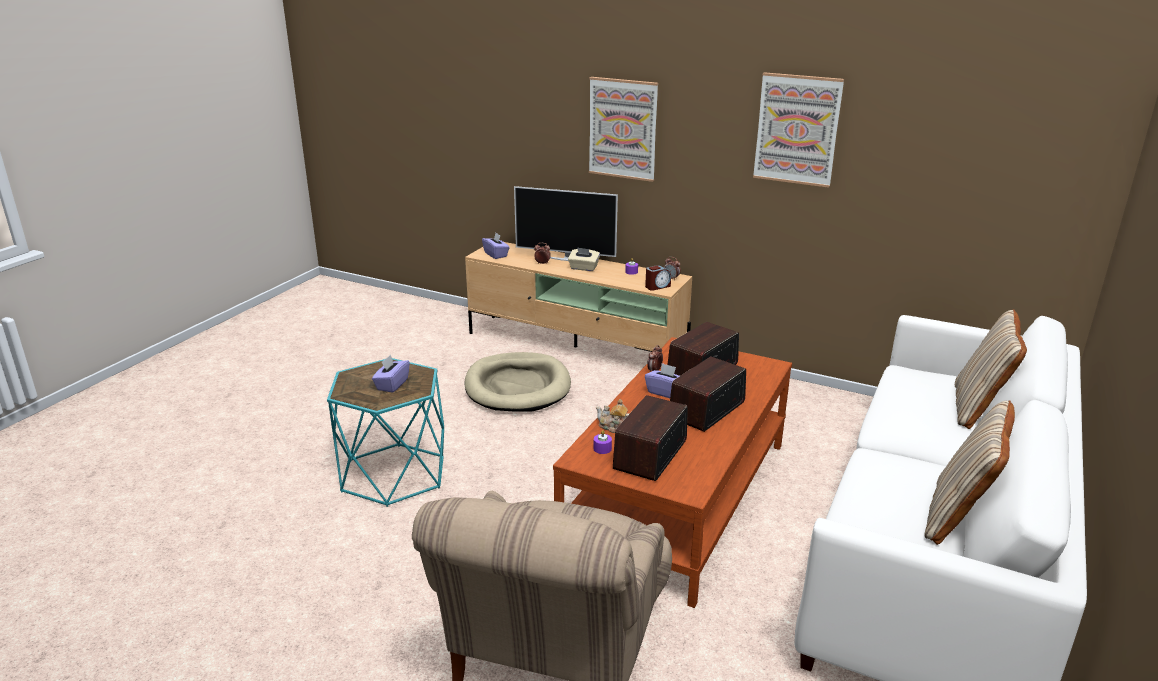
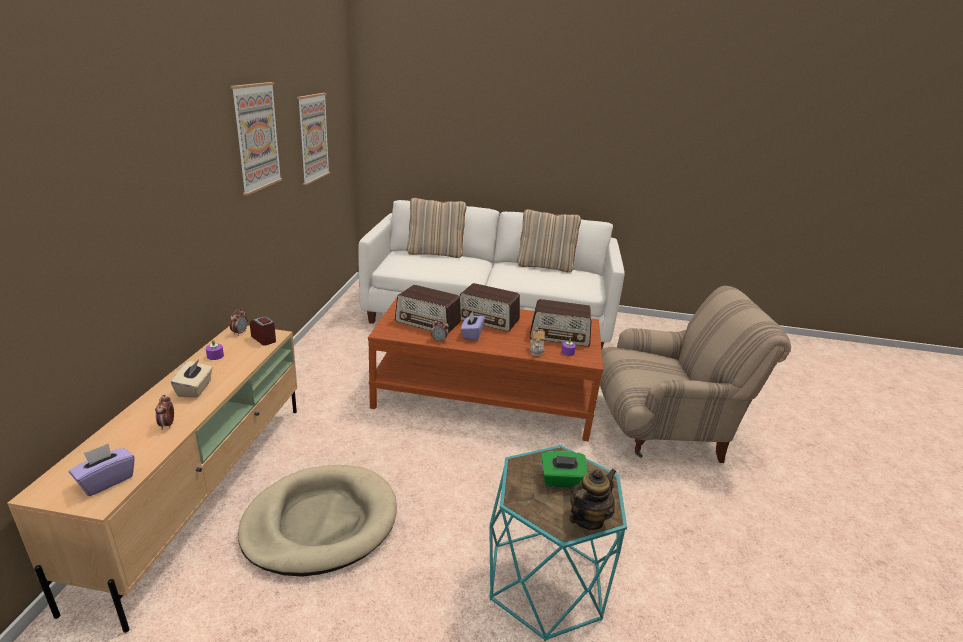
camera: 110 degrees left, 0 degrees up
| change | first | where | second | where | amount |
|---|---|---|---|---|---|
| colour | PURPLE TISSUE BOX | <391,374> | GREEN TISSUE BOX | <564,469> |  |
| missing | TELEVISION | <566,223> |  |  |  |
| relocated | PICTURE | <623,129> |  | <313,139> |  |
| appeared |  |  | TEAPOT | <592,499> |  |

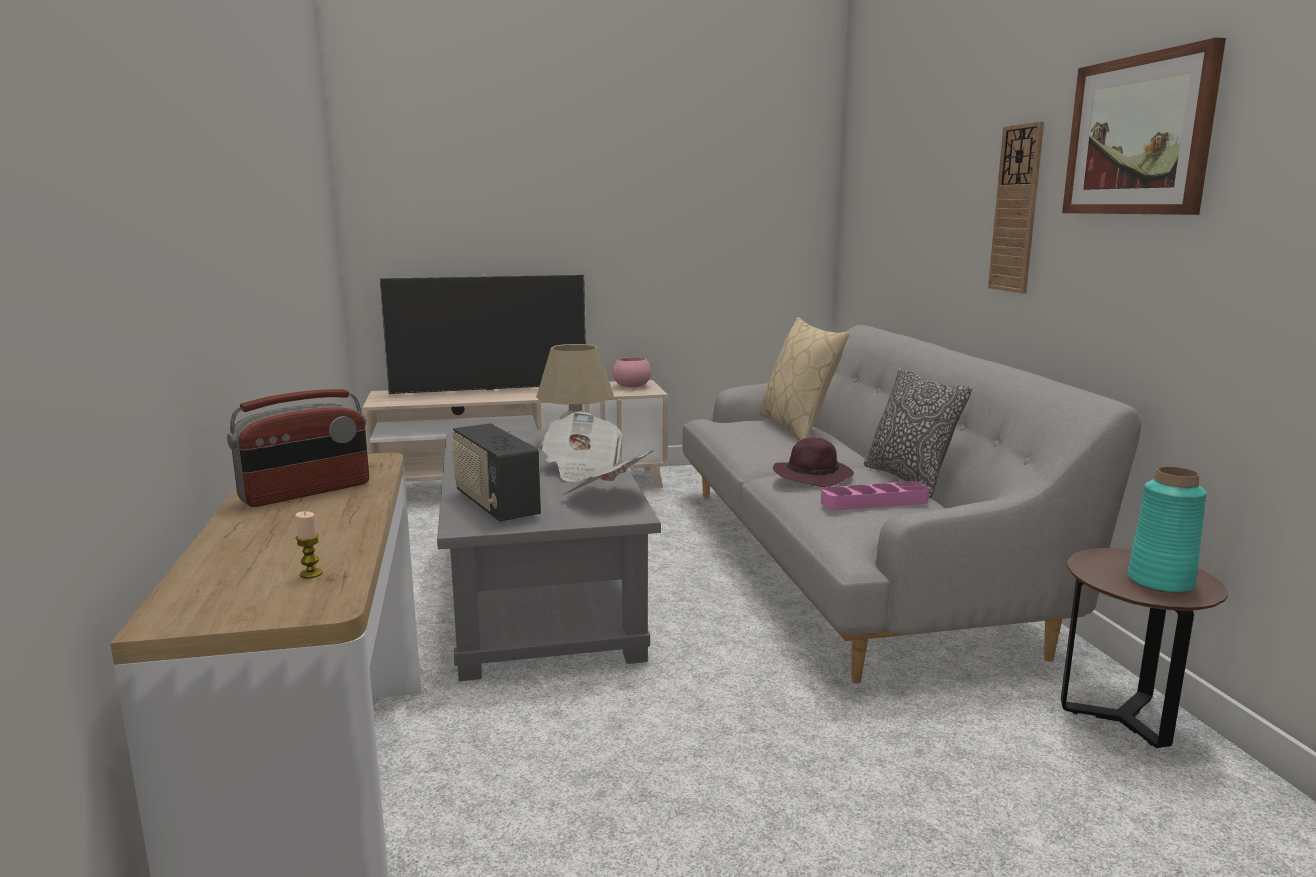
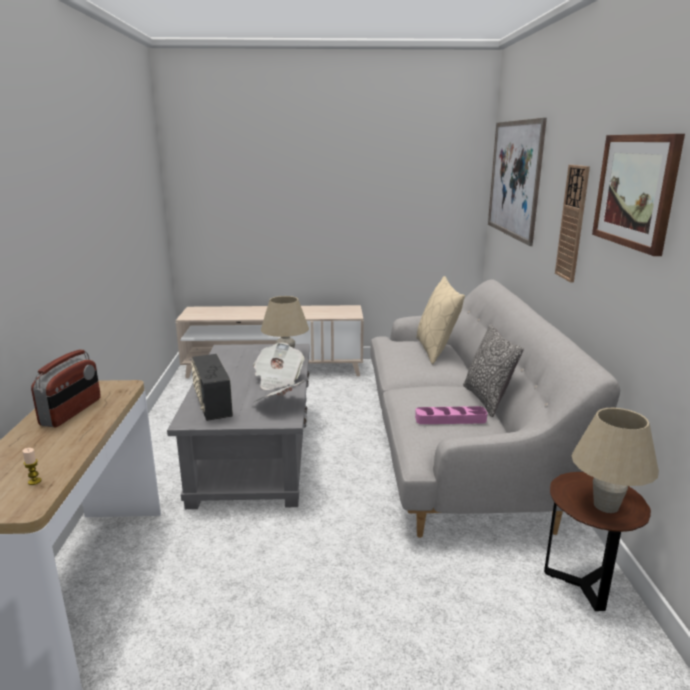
camera: 10 degrees right, 5 degrees up
| change | first | where | second | where | amount |
|---|---|---|---|---|---|
| spun | RADIO | <298,448> |  | <66,388> | 45 degrees counterclockwise |
| missing | TELEVISION | <483,334> |  |  |  |
| missing | PINK BOWL | <632,372> |  |  |  |
| missing | PURPLE HAT | <813,462> |  |  |  |
| exchanged | TURQUOISE VASE | <1167,530> | BEIGE TABLE LAMP | <615,460> |  |
| appeared |  |  | PICTURE | <517,182> |  |

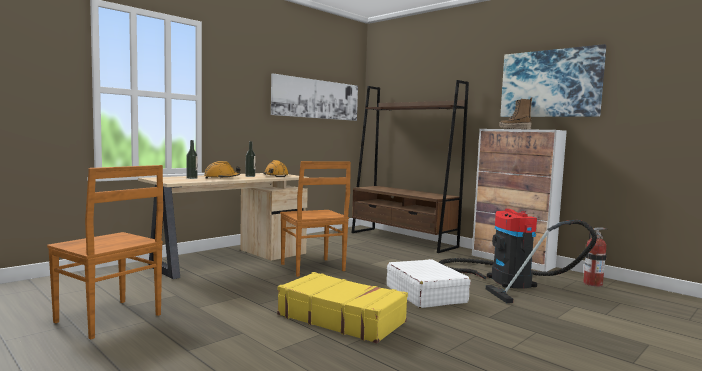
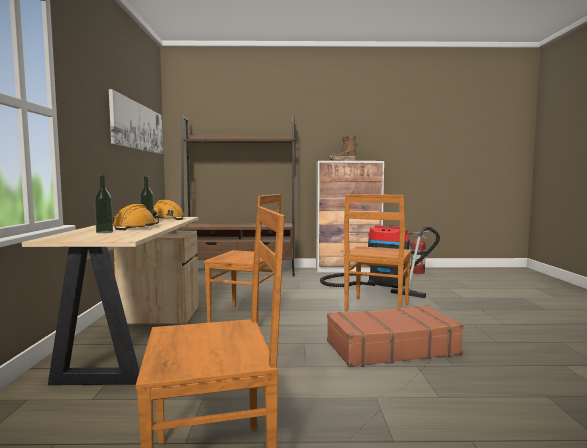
camera: 45 degrees left, 0 degrees up
| change | first | where | second | where | amount |
|---|---|---|---|---|---|
| colour | YELLOW SUITCASE | <342,308> | BROWN SUITCASE | <395,336> |  |
| exchanged | WHITE SUITCASE | <429,283> | BROWN CHAIR | <377,253> |  |
| missing | PICTURE | <553,80> |  |  |  |

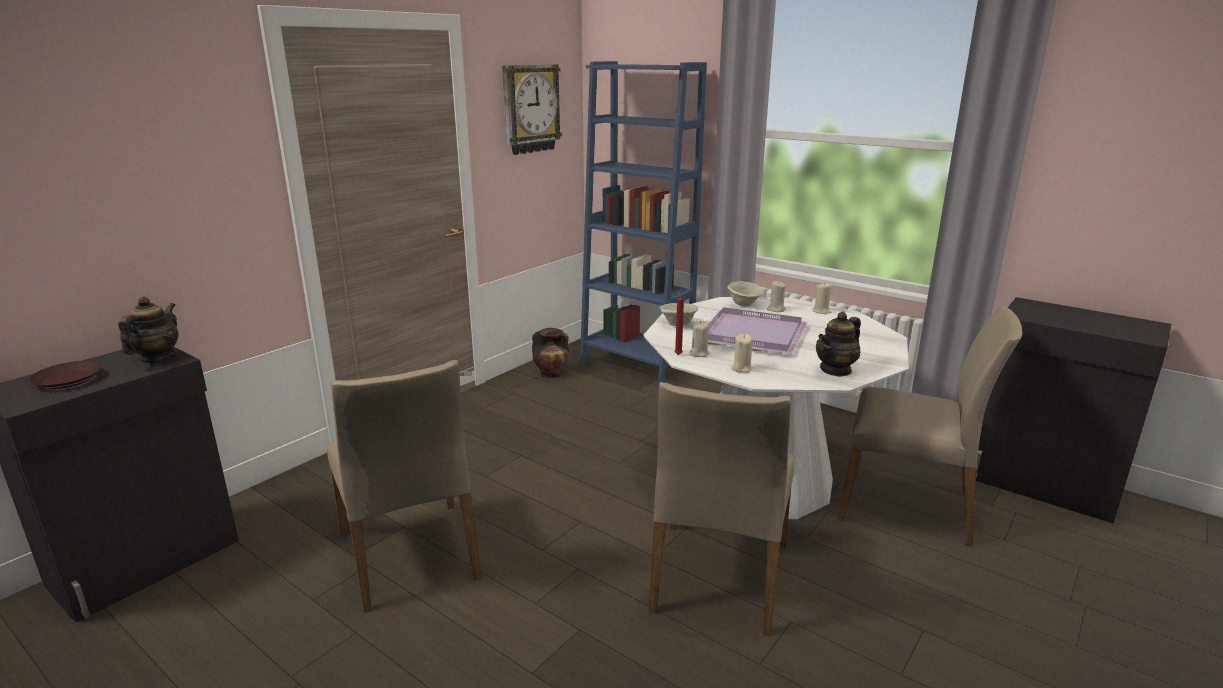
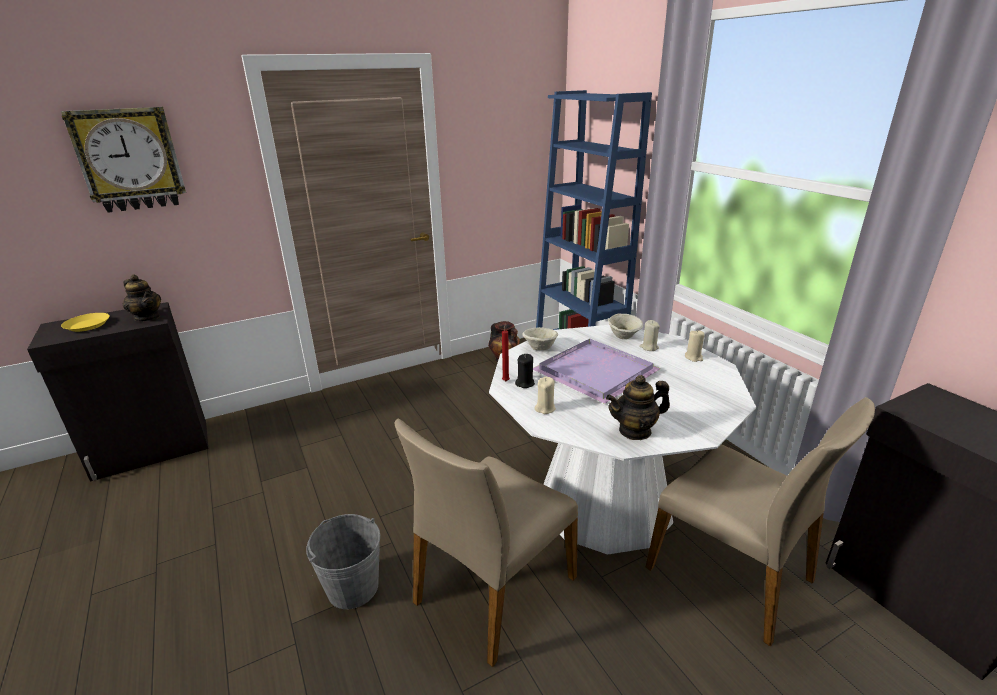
camera: 25 degrees right, 5 degrees up
| change | first | where | second | where | amount |
|---|---|---|---|---|---|
| colour | BROWN PLATE | <65,375> | YELLOW PLATE | <85,322> |  |
| spun | TEAPOT | <148,330> |  | <142,298> | 90 degrees clockwise |
| missing | BEIGE CHAIR | <404,486> |  |  |  |
| relocated | WALL CLOCK | <532,109> |  | <123,160> |  |
| colour | BEIGE CANDLE | <699,339> | BLACK CANDLE | <525,371> |  |
| appeared |  |  | GREY BUCKET | <343,561> |  |

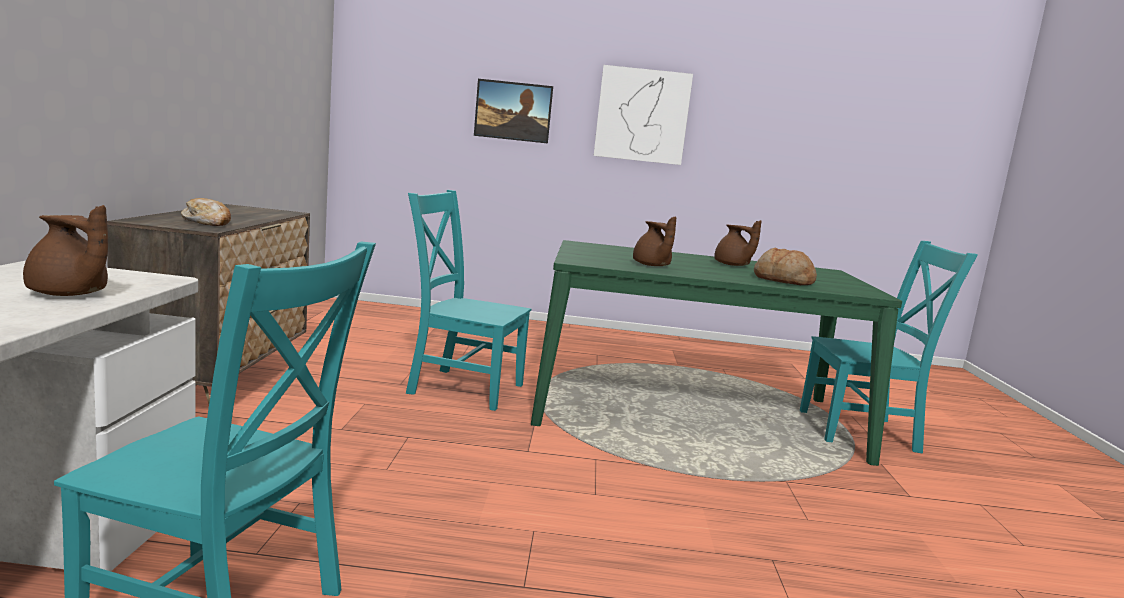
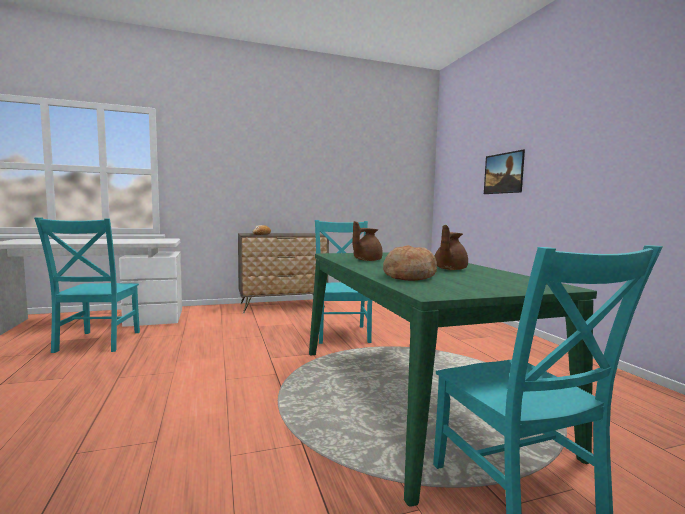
camera: 70 degrees right, 5 degrees down
| change | first | where | second | where | amount |
|---|---|---|---|---|---|
| missing | BROWN TEAPOT | <65,250> |  |  |  |
| missing | PICTURE | <643,115> |  |  |  |

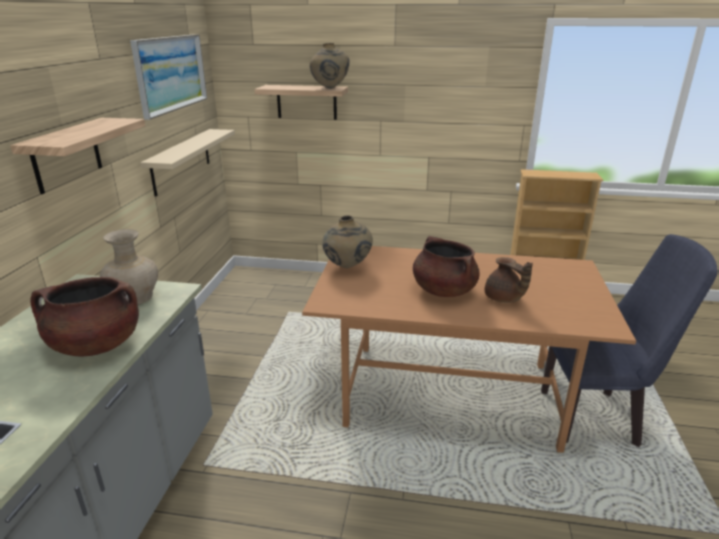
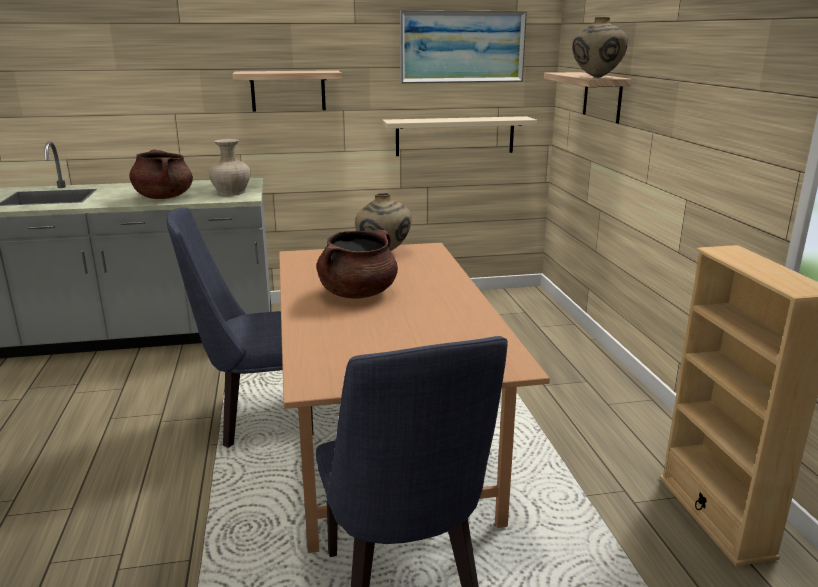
camera: 70 degrees right, 5 degrees down
| change | first | where | second | where | amount |
|---|---|---|---|---|---|
| missing | BROWN TEAPOT | <509,280> |  |  |  |
| appeared |  |  | BLUE CHAIR | <240,328> |  |

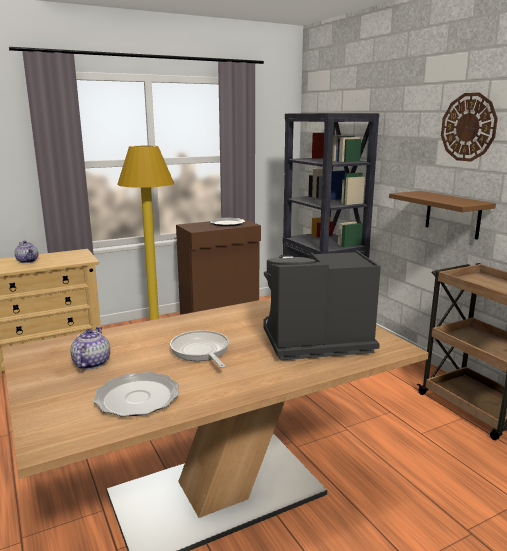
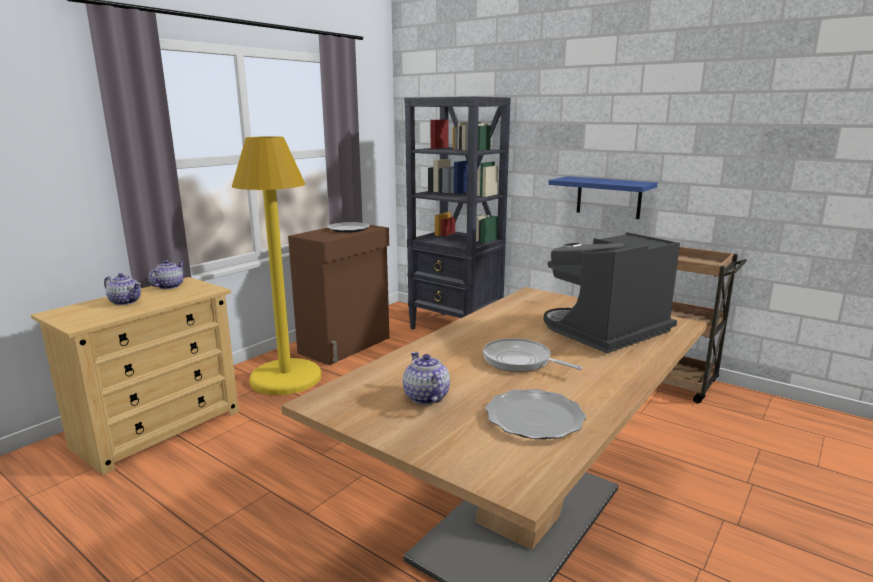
camera: 25 degrees left, 0 degrees up
| change | first | where | second | where | amount |
|---|---|---|---|---|---|
| colour | BROWN SHELF | <442,215> | BLUE SHELF | <603,197> |  |
| missing | WALL CLOCK | <469,127> |  |  |  |
| appeared |  |  | TEAPOT | <166,274> |  |

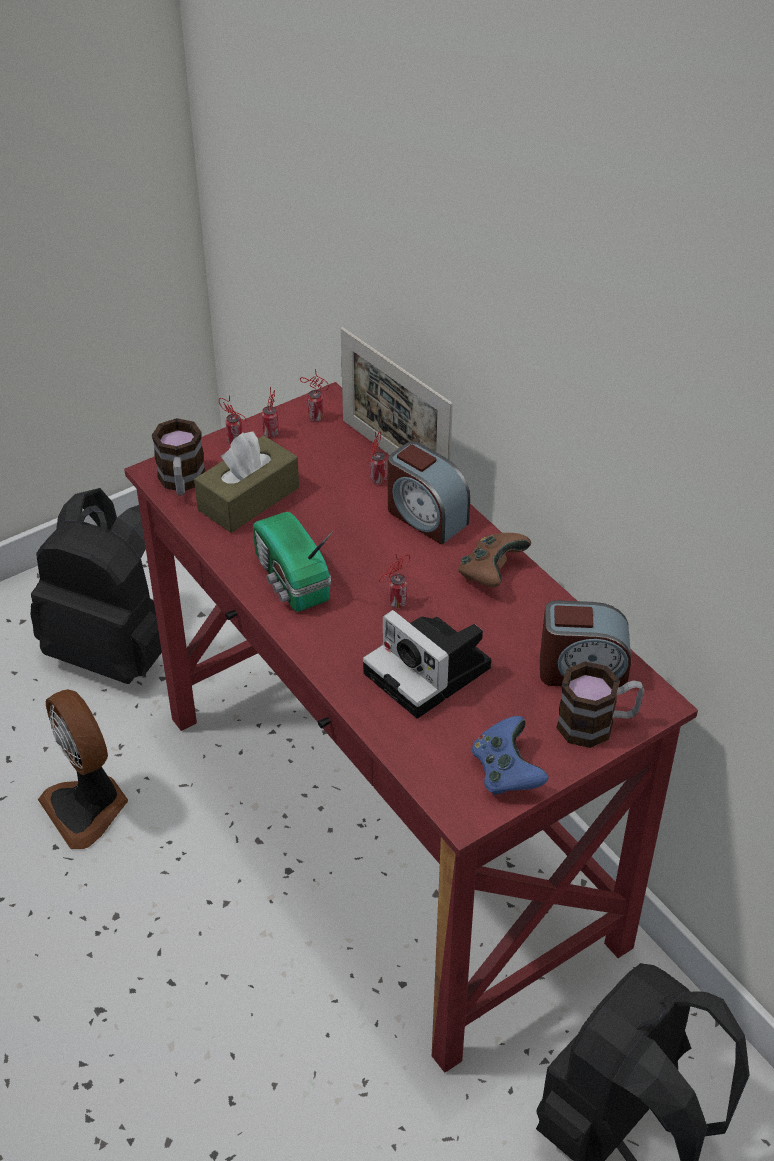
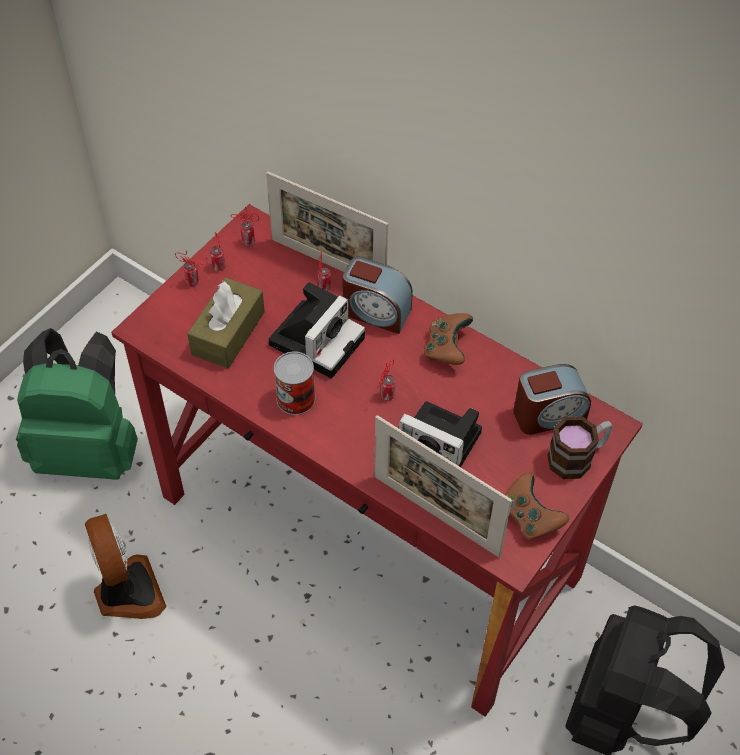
camera: 20 degrees left, 10 degrees up
| change | first | where | second | where | amount |
|---|---|---|---|---|---|
| colour | BLACK BACKPACK | <96,586> | GREEN BACKPACK | <77,404> |  |
| spun | FAN | <83,769> |  | <126,566> | 150 degrees counterclockwise |
| missing | MUG | <178,456> |  |  |  |
| exchanged | RADIO | <293,562> | CAN | <294,383> |  |
| colour | BLUE GAME CONTROLLER | <510,755> | BROWN GAME CONTROLLER | <536,506> |  |
| appeared |  |  | PHOTO CAMERA | <317,330> |  |
| appeared |  |  | PICTURE FRAME | <443,486> |  |

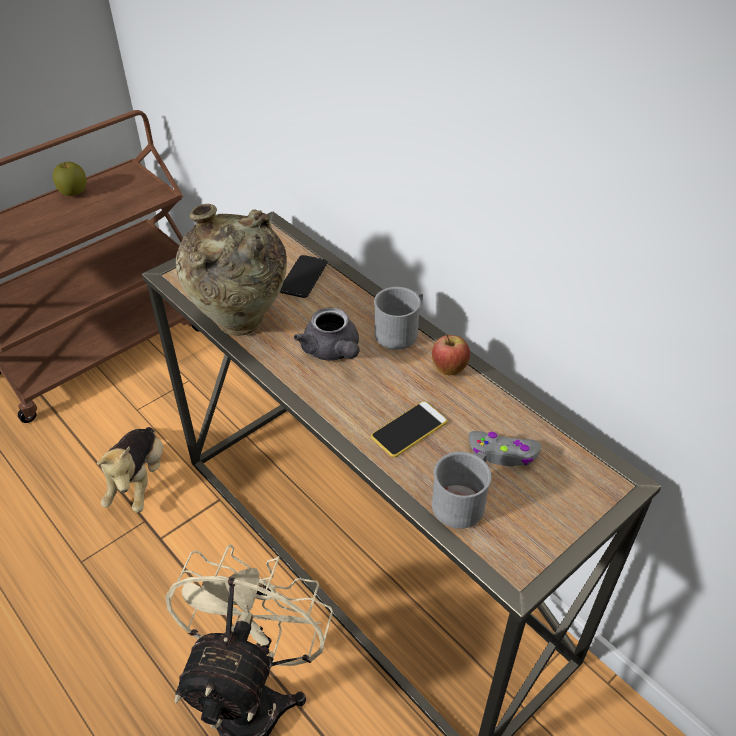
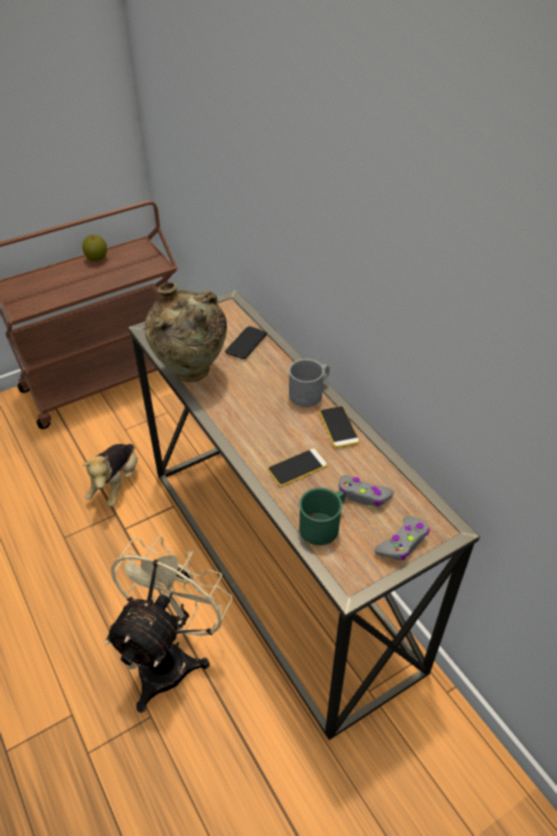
camera: 10 degrees right, 0 degrees up
| change | first | where | second | where | amount |
|---|---|---|---|---|---|
| missing | GREY TEAPOT | <327,334> |  |  |  |
| exchanged | APPLE | <451,354> | PHONE | <339,427> |  |
| colour | GREY MUG | <461,490> | GREEN MUG | <322,516> |  |
| appeared |  |  | GREY GAME CONTROLLER | <402,538> |  |

